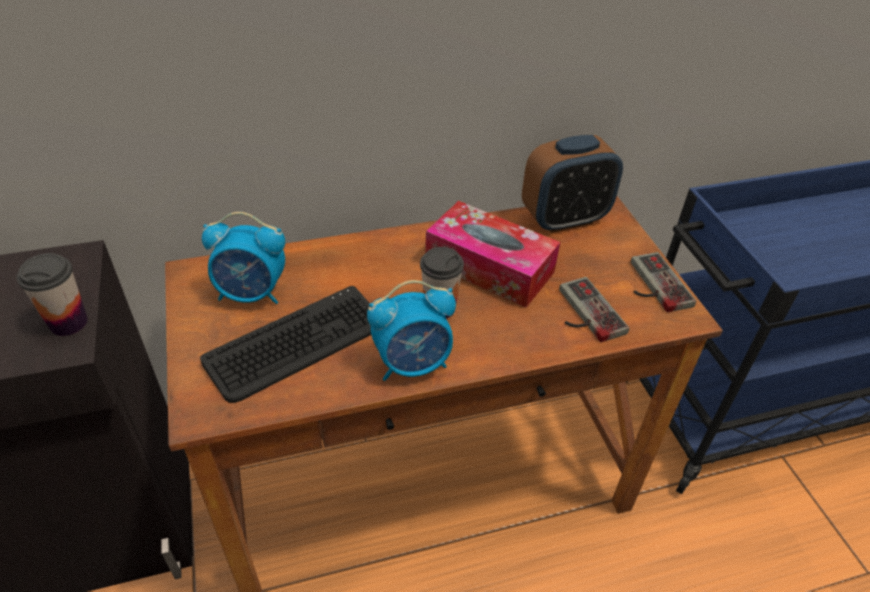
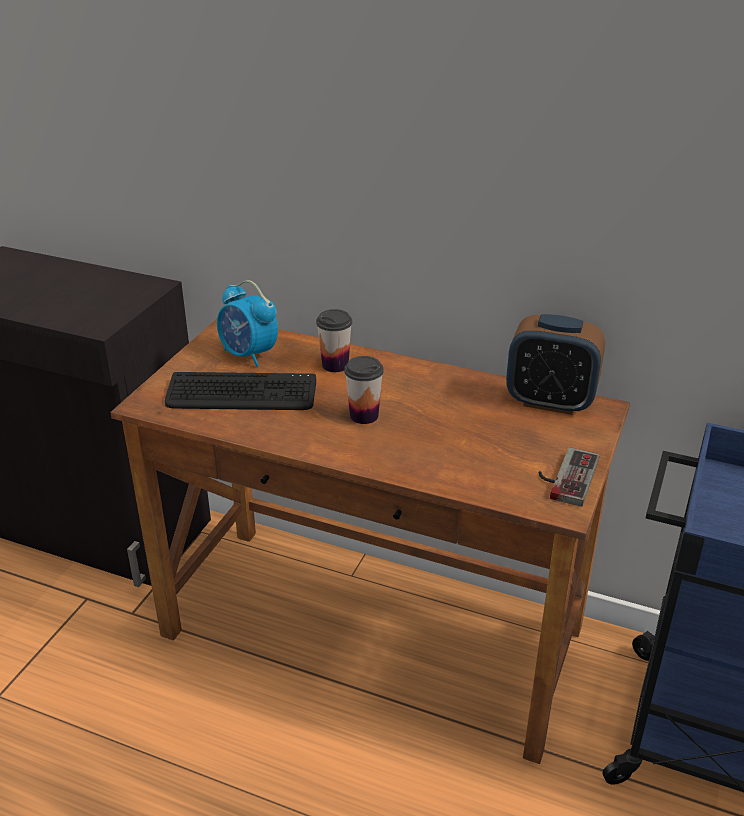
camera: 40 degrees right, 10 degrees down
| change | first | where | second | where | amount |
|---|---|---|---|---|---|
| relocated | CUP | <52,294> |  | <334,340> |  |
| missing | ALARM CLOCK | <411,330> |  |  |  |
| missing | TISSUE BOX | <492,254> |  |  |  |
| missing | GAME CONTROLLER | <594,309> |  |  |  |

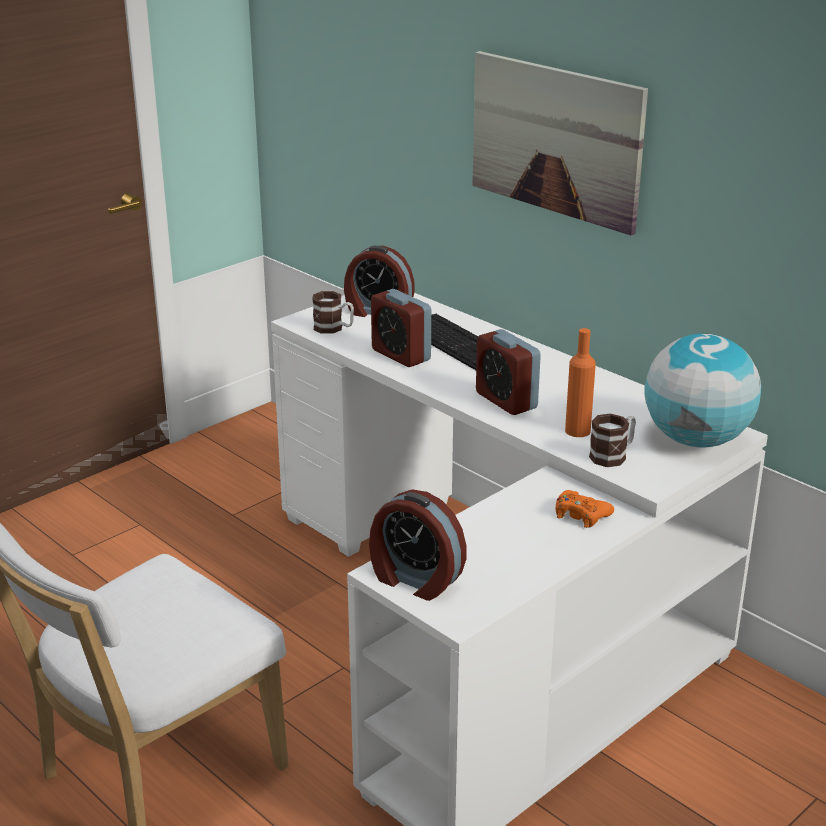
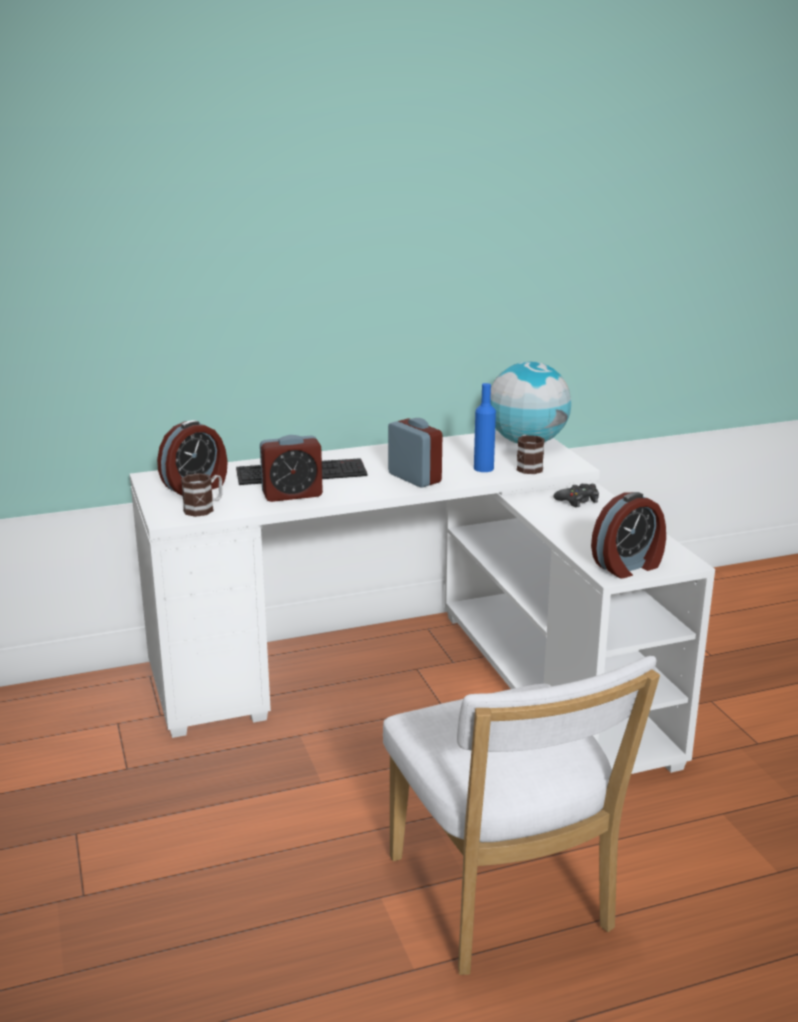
camera: 65 degrees left, 5 degrees down
| change | first | where | second | where | amount |
|---|---|---|---|---|---|
| missing | PICTURE | <560,143> |  |  |  |
| spun | ALARM CLOCK | <508,372> |  | <415,453> | 120 degrees counterclockwise |
| colour | ORANGE GAME CONTROLLER | <585,509> | BLACK GAME CONTROLLER | <576,495> |  |
| colour | ORANGE BOTTLE | <580,382> | BLUE BOTTLE | <485,427> |  |

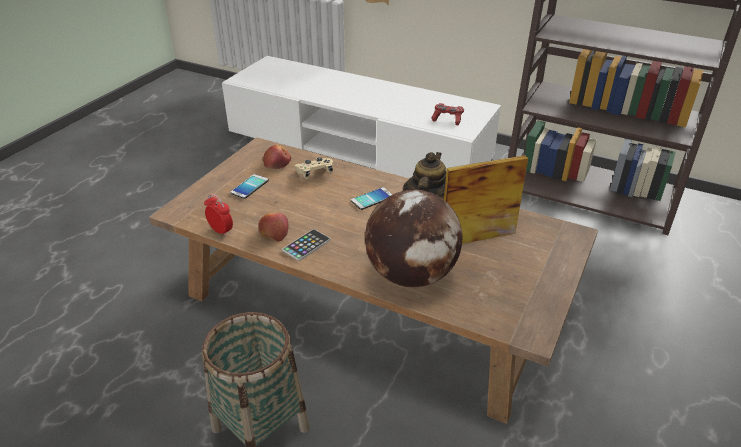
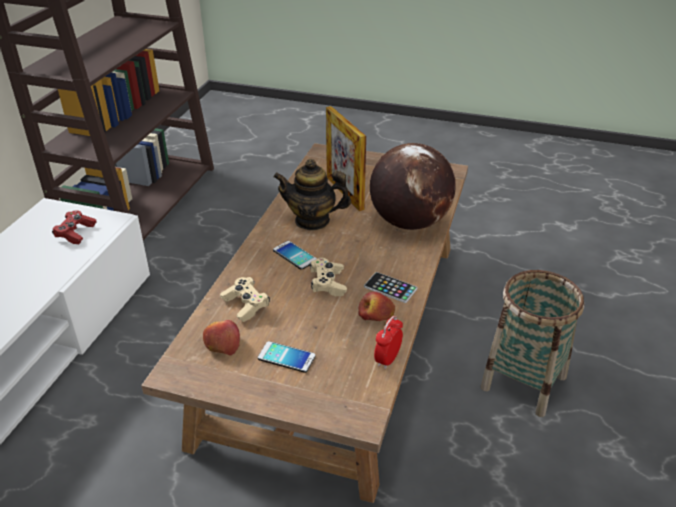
camera: 100 degrees left, 0 degrees up
| change | first | where | second | where | amount |
|---|---|---|---|---|---|
| appeared |  |  | BEIGE GAME CONTROLLER | <328,277> |  |

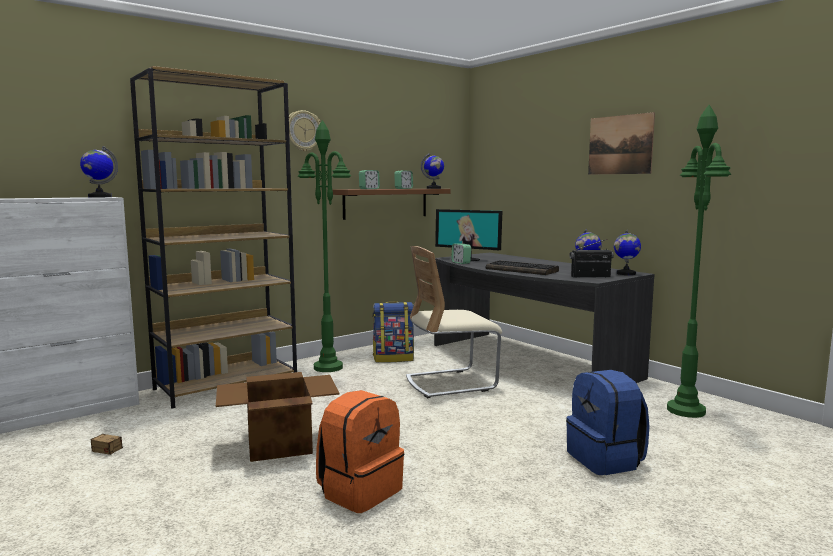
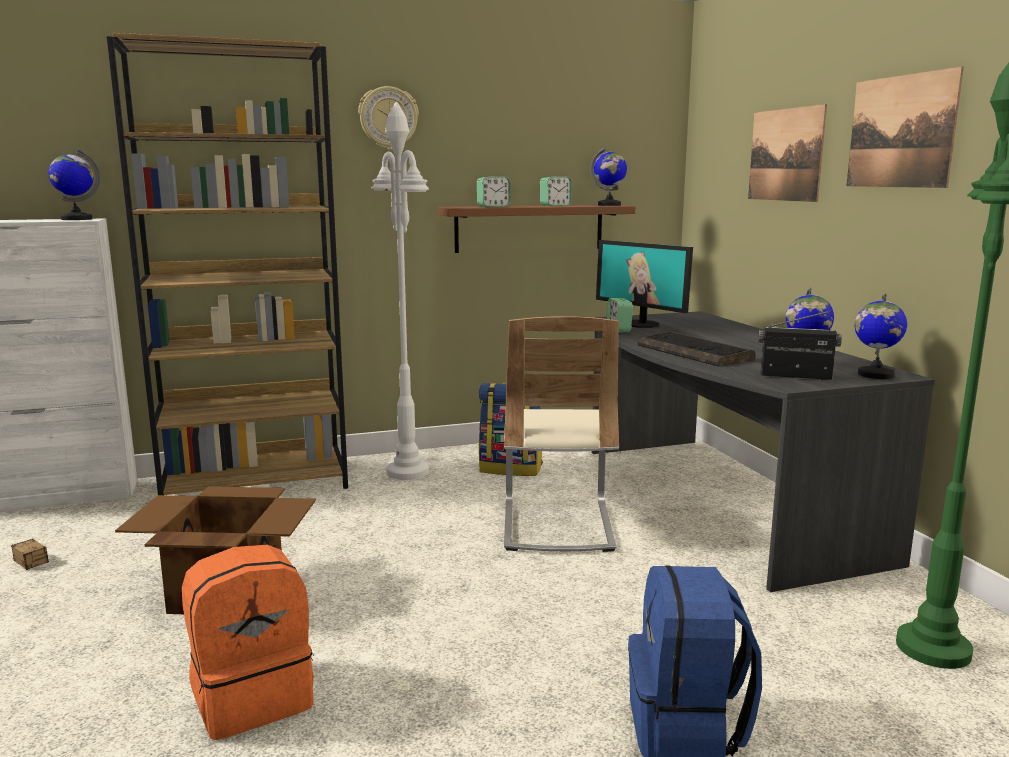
camera: 20 degrees right, 5 degrees up
| change | first | where | second | where | amount |
|---|---|---|---|---|---|
| colour | GREEN FLOOR LAMP | <324,246> | WHITE FLOOR LAMP | <400,290> |  |
| spun | BEIGE CHAIR | <454,322> |  | <561,434> | 90 degrees counterclockwise |
| appeared |  |  | PICTURE | <787,153> |  |

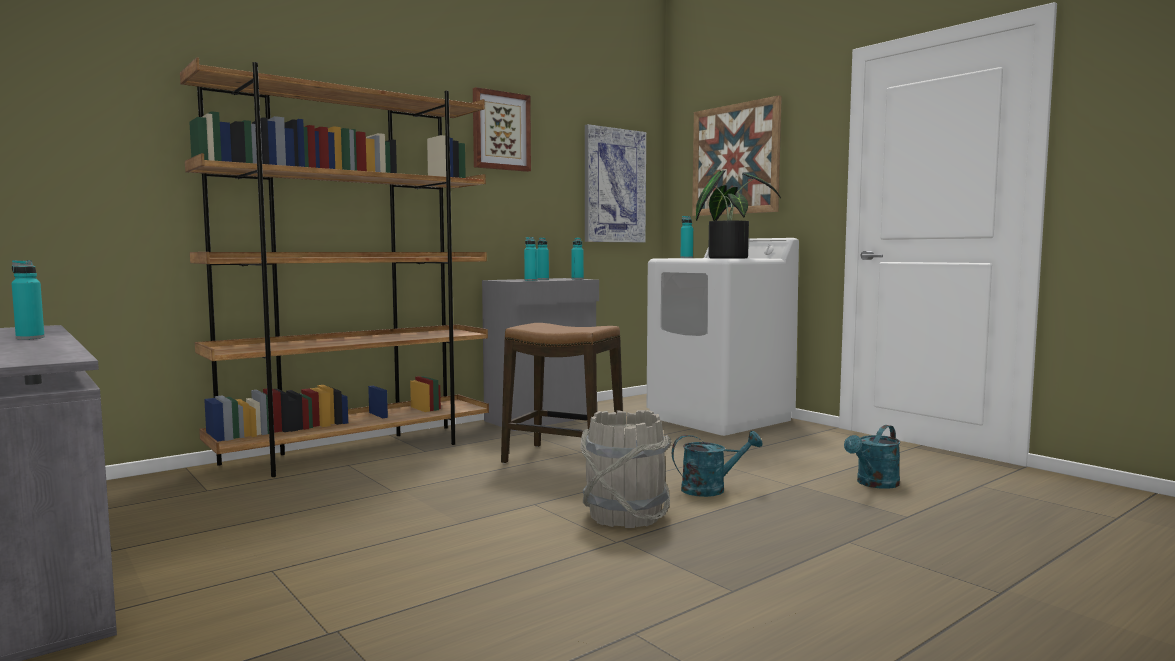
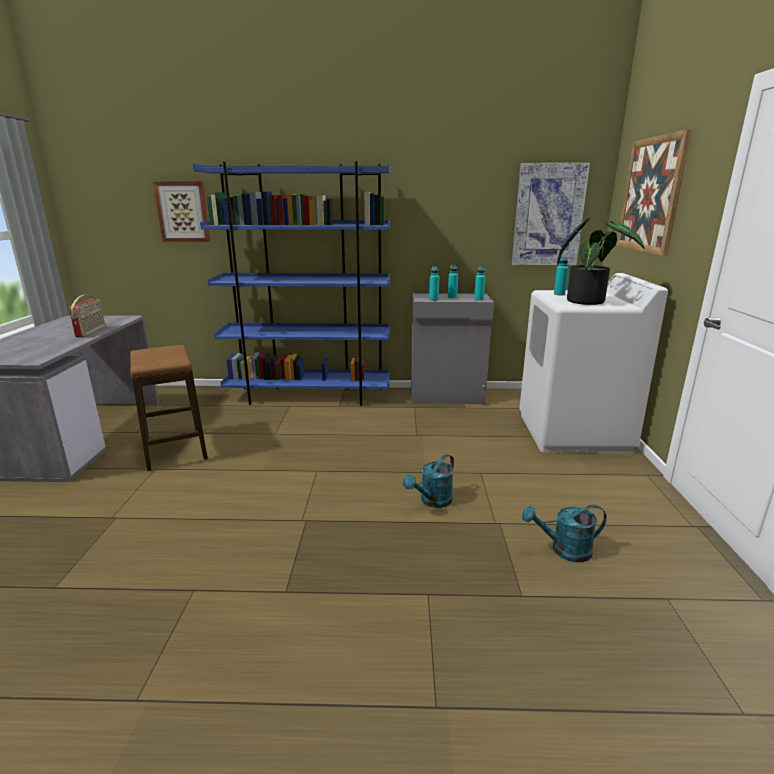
camera: 40 degrees right, 15 degrees up
| change | first | where | second | where | amount |
|---|---|---|---|---|---|
| exchanged | TURQUOISE BOTTLE | <28,300> | RADIO | <87,316> |  |
| colour | BROWN BOOKCASE | <334,267> | BLUE BOOKCASE | <291,283> |  |
| relocated | PICTURE | <502,129> |  | <181,211> |  |
| relocated | STOOL | <562,393> |  | <169,408> |  |
| missing | GREY BUCKET | <626,469> |  |  |  |
| spun | TURQUOISE WATERING CAN | <717,464> |  | <428,481> | 105 degrees clockwise |

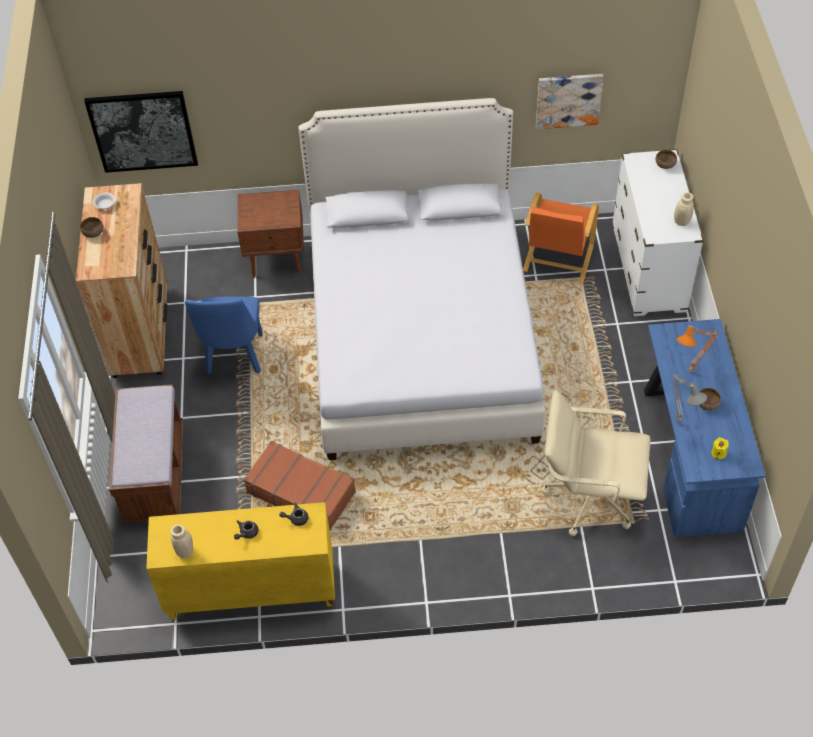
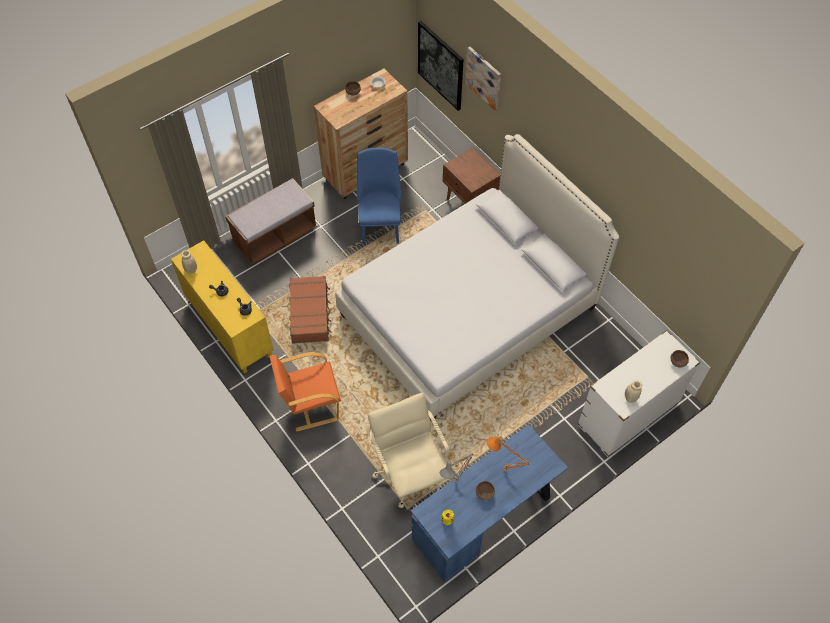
camera: 55 degrees right, 5 degrees up
| change | first | where | second | where | amount |
|---|---|---|---|---|---|
| spun | BLUE CHAIR | <223,335> |  | <379,196> | 120 degrees clockwise |
| relocated | ORANGE ARMCHAIR | <561,237> |  | <305,392> |  |
| relocated | PICTURE | <570,101> |  | <483,78> |  |

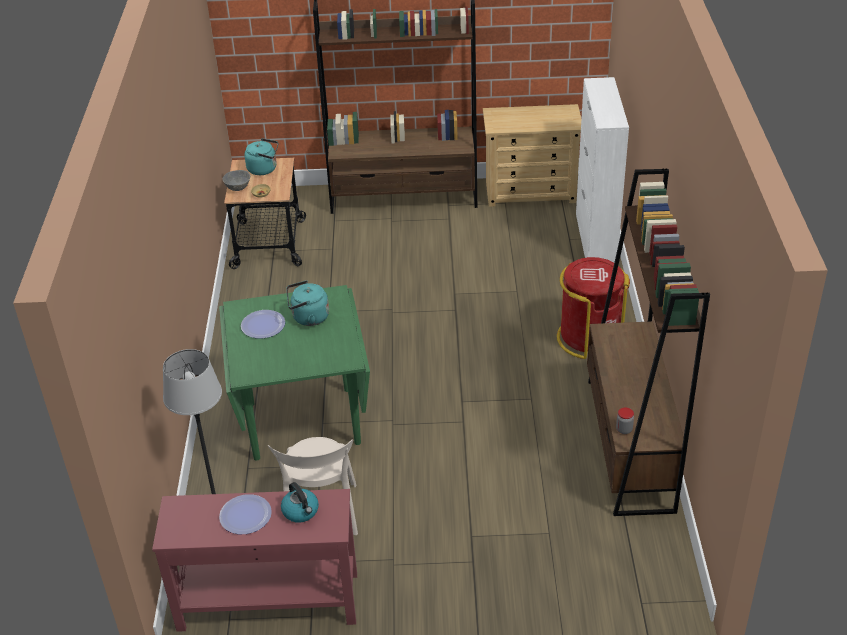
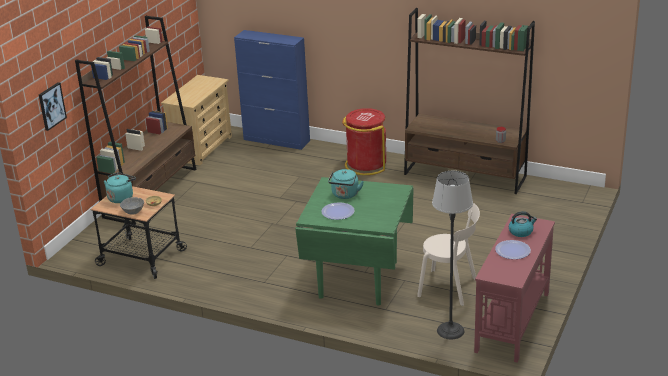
camera: 65 degrees left, 10 degrees down
| change | first | where | second | where | amount |
|---|---|---|---|---|---|
| colour | WHITE CABINET | <602,169> | BLUE CABINET | <272,90> |  |
| appeared |  |  | PICTURE | <53,106> |  |

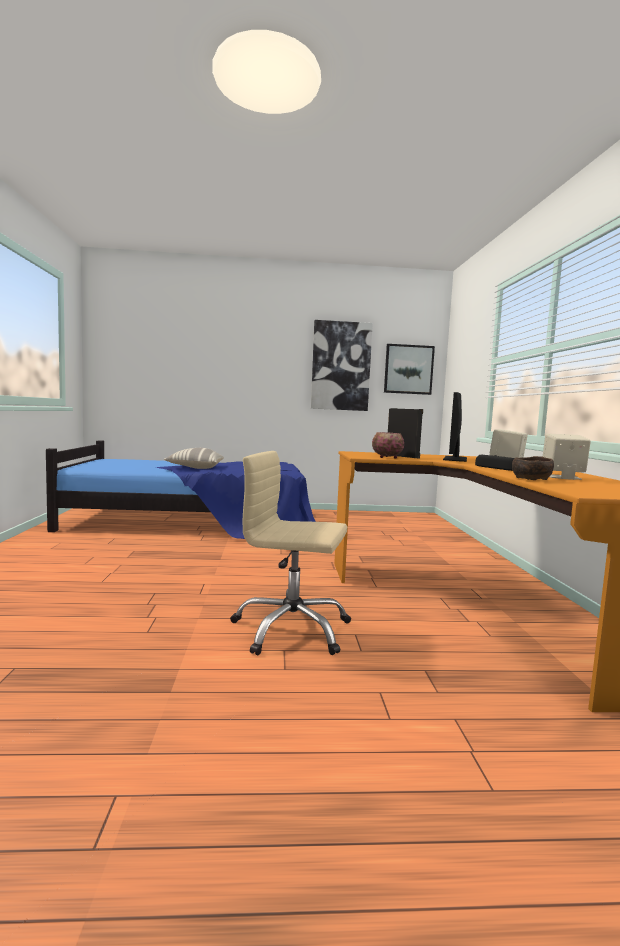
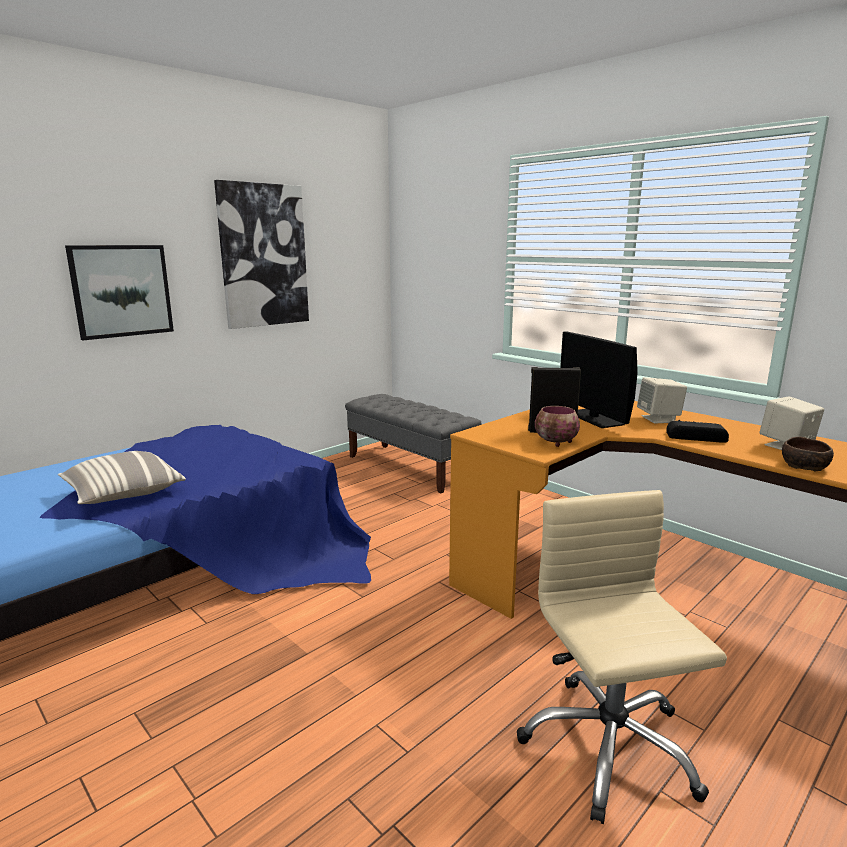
camera: 40 degrees left, 10 degrees up
| change | first | where | second | where | amount |
|---|---|---|---|---|---|
| spun | BEIGE OFFICE CHAIR | <290,553> |  | <622,657> | 105 degrees clockwise |
| relocated | PICTURE | <409,369> |  | <119,292> |  |
| appeared |  |  | GREY BENCH | <413,444> |  |

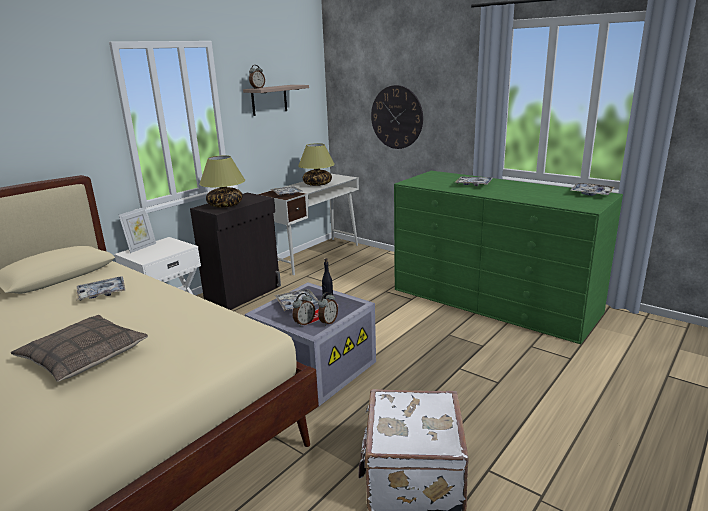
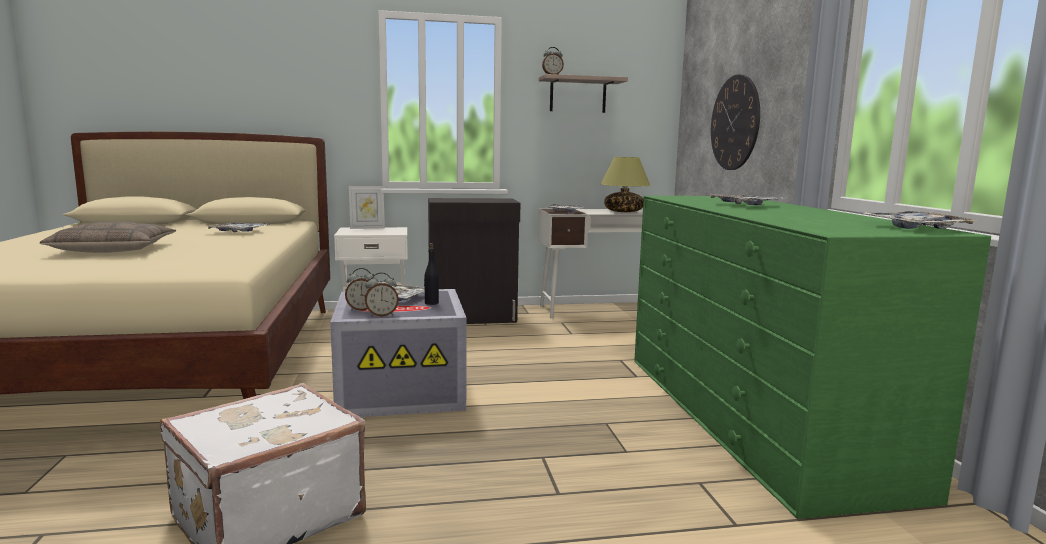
camera: 40 degrees right, 10 degrees down
| change | first | where | second | where | amount |
|---|---|---|---|---|---|
| missing | TABLE LAMP | <222,181> |  |  |  |

